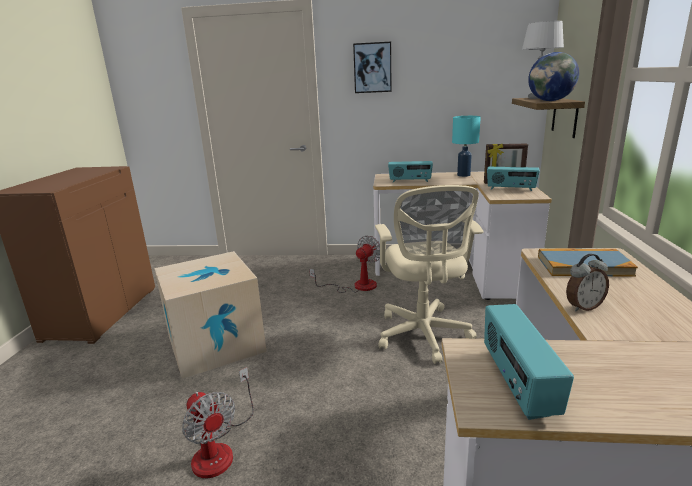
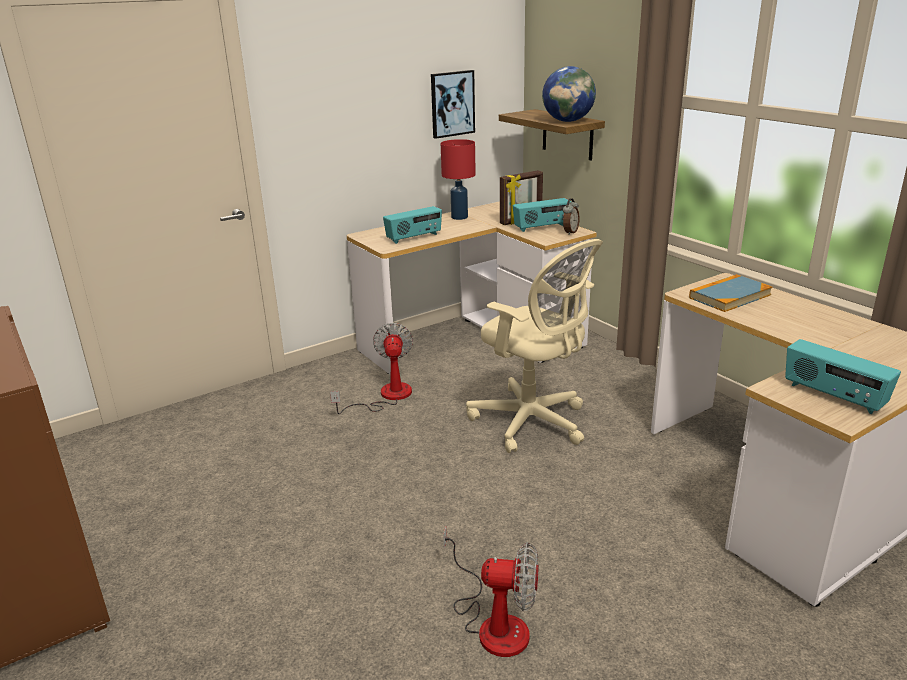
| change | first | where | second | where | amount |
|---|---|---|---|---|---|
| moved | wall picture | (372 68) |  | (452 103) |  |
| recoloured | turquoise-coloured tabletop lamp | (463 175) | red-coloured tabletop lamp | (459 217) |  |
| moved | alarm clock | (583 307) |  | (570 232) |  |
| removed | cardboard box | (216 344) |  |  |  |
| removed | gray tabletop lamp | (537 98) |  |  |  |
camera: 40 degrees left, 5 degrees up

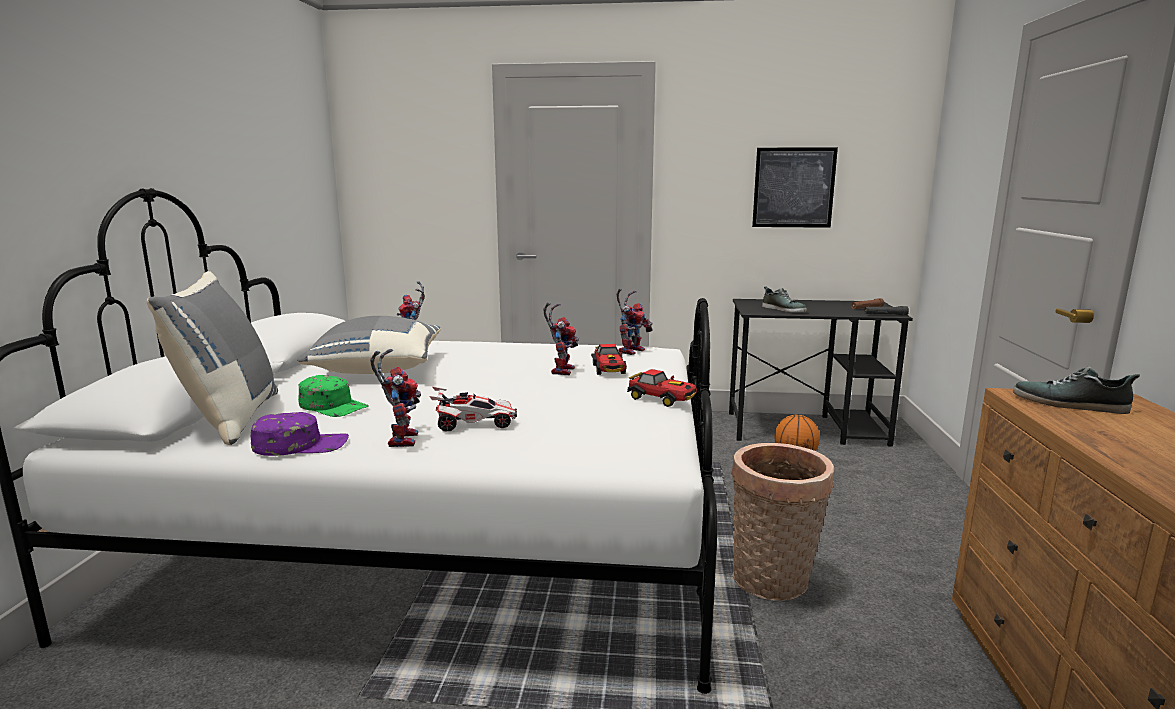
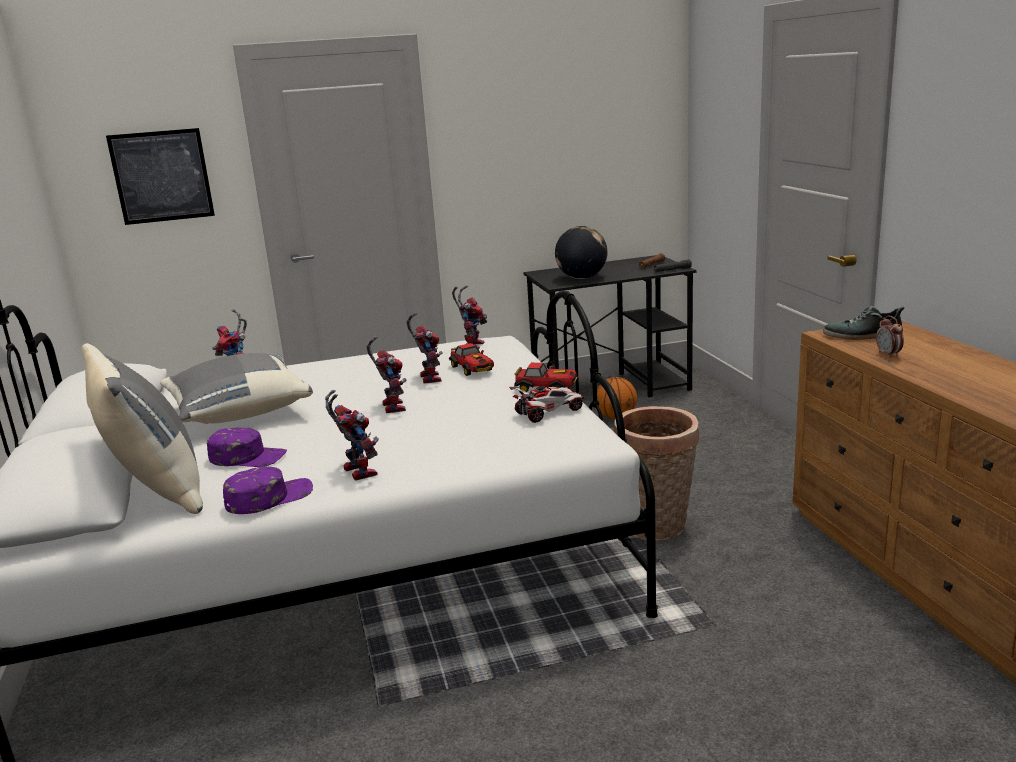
| change | first | where | second | where | amount |
|---|---|---|---|---|---|
| moved | wall picture | (793 187) |  | (162 176) |  |
| recoloured | green-coloured cap | (333 406) | purple-coloured cap | (248 457) |  |
| added |  |  | model robot | (390 406) |  |
| moved | miniature car | (474 424) |  | (548 412) |  |
| replaced | item of footwear | (784 309) | world globe | (582 278) |  |
| added |  |  | alarm clock | (888 355) |  |
camera: 20 degrees left, 5 degrees up

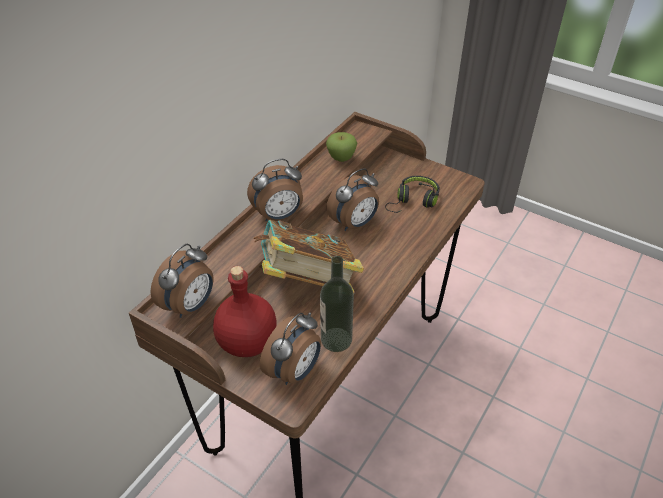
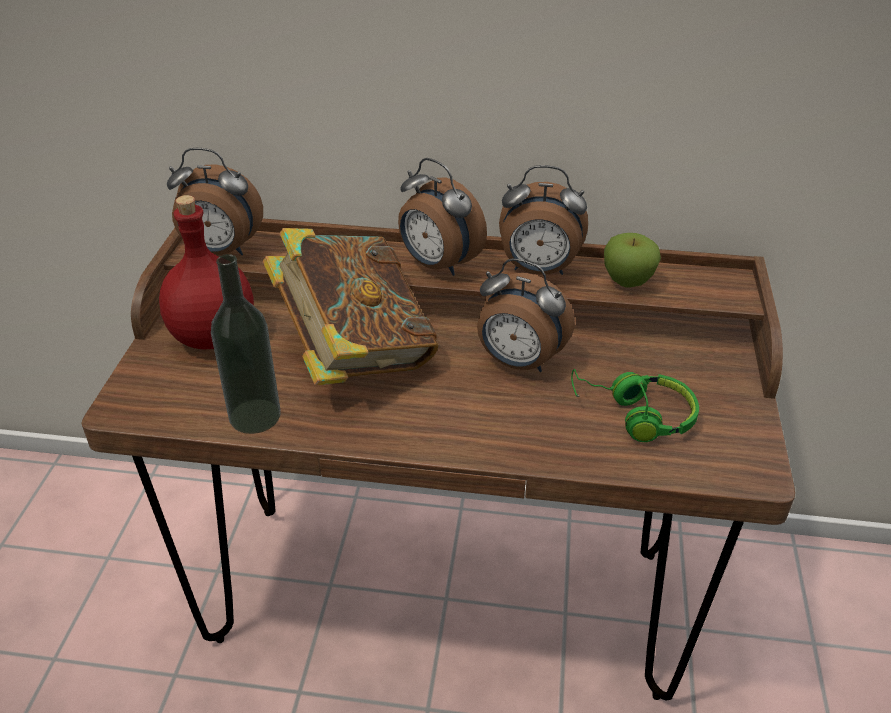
| change | first | where | second | where | amount |
|---|---|---|---|---|---|
| moved | alarm clock | (294 371) |  | (538 270) |  |
| recoloured | blackish headset | (413 201) | green-coloured headset | (635 414) |  |
camera: 65 degrees right, 5 degrees down

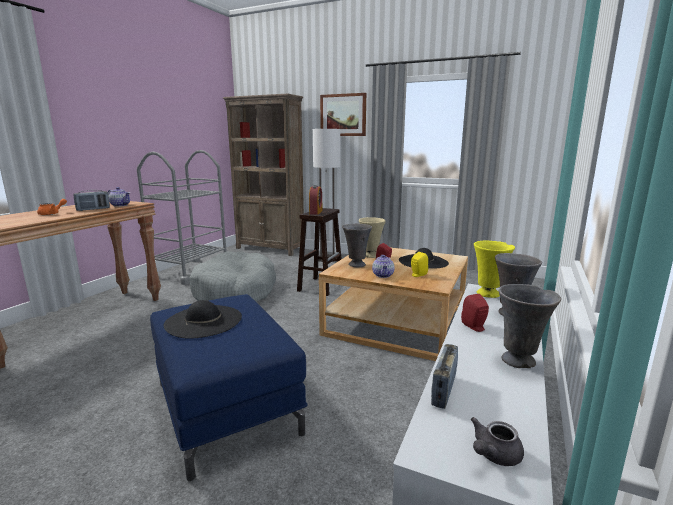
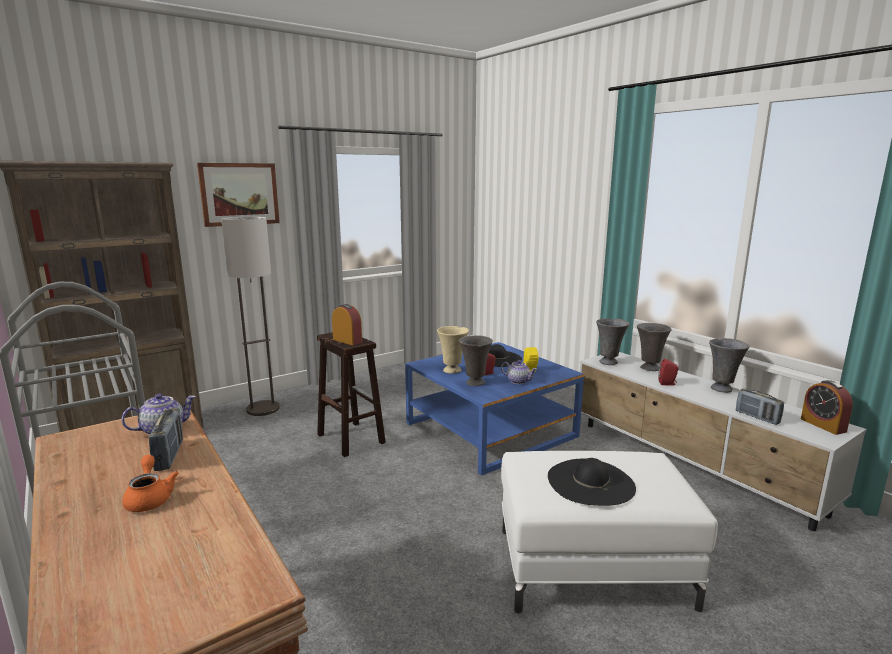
| change | first | where | second | where | amount |
|---|---|---|---|---|---|
| recoloured | beige low table | (396 322) | blue-coloured low table | (490 429) |  |
| recoloured | blue-coloured ottoman | (225 407) | white-coloured ottoman | (591 568) |  |
| recoloured | yellow vase | (488 294) | gray vase | (609 362) |  |
| replaced | gray pot for tea | (493 455) | alarm clock | (823 425) |  |
| removed | gray pet bed | (235 292) |  |  |  |
camera: 60 degrees left, 0 degrees up

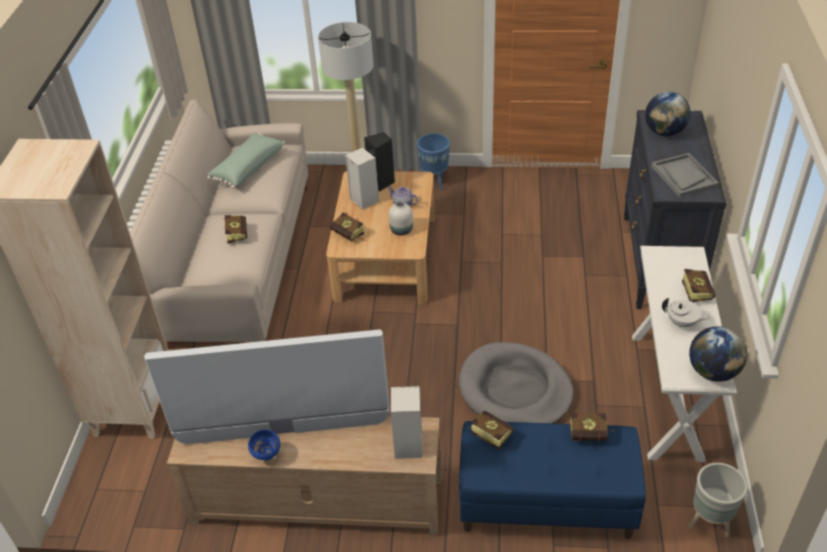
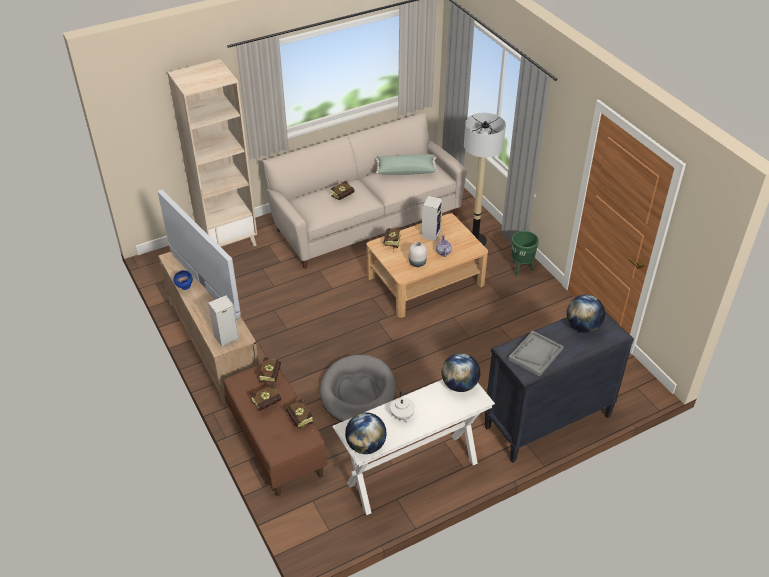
| change | first | where | second | where | amount |
|---|---|---|---|---|---|
| recoloured | blue-coloured bench | (545 504) | brownish bench | (276 444) |  |
| moved | book | (695 290) |  | (269 402) |  |
| added |  |  | world globe | (460 385) |  |
| recoloured | blue-coloured plant pot | (435 182) | green-coloured plant pot | (521 269) |  |
| removed | blackish speaker | (382 182) |  |  |  |
| removed | gray plant pot | (708 522) |  |  |  |
camera: 55 degrees right, 0 degrees up

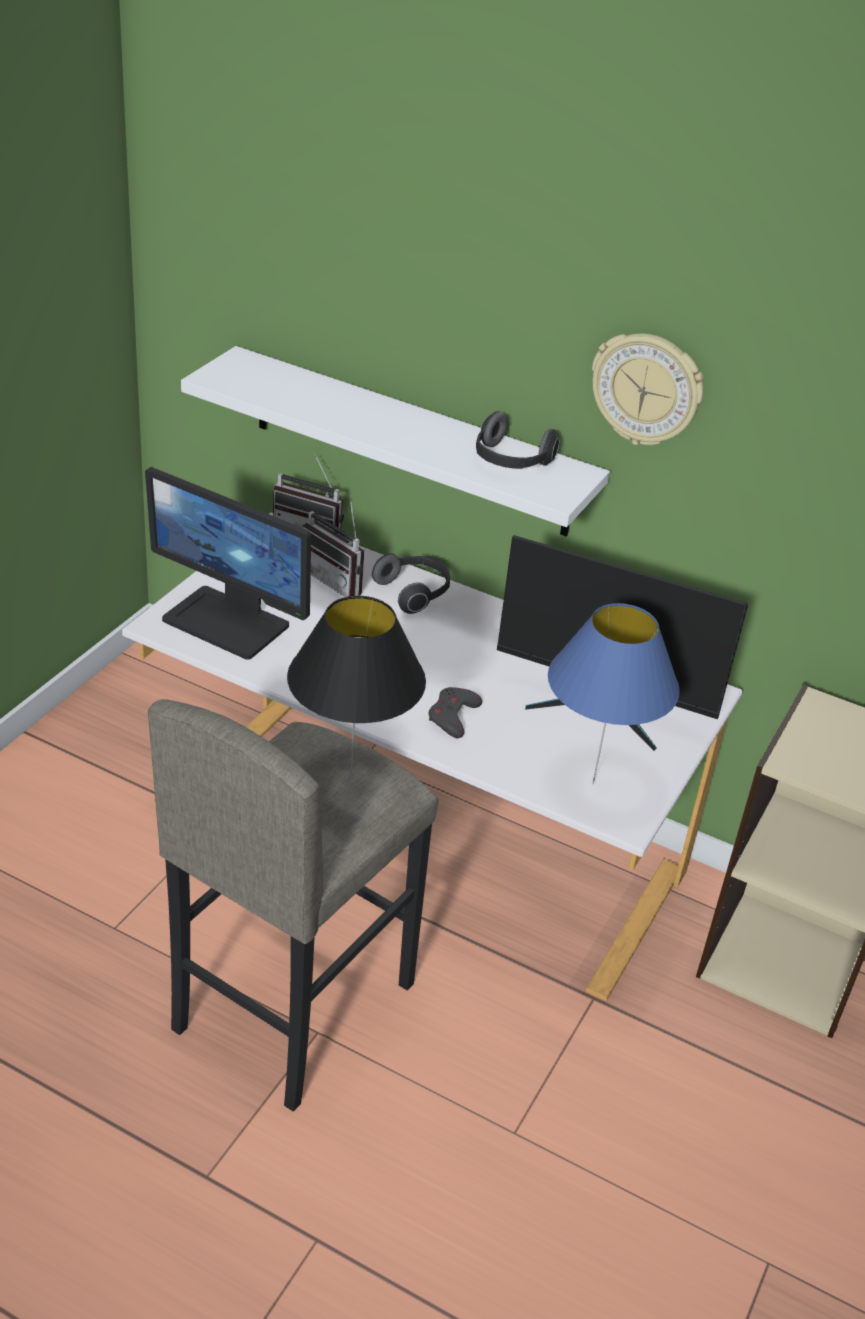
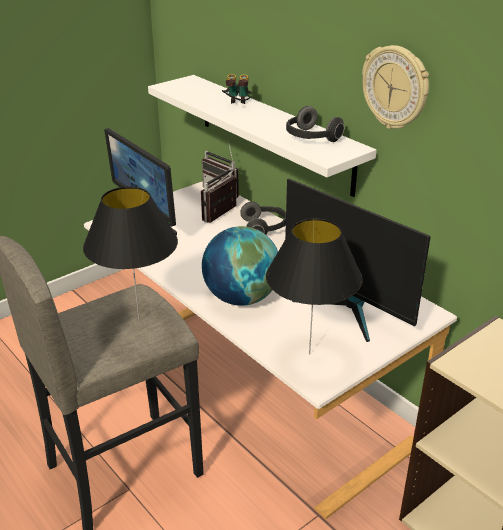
| change | first | where | second | where | amount |
|---|---|---|---|---|---|
| turned | radio receiver | (338 580) |  | (223 215) | 60 degrees clockwise |
| replaced | gray gamepad | (453 716) | world globe | (241 298) |  |
| added |  |  | pair of binoculars | (237 106) |  |
| recoloured | blue-coloured tabletop lamp | (592 783) | blackish tabletop lamp | (309 354) |  |
camera: 25 degrees right, 5 degrees down

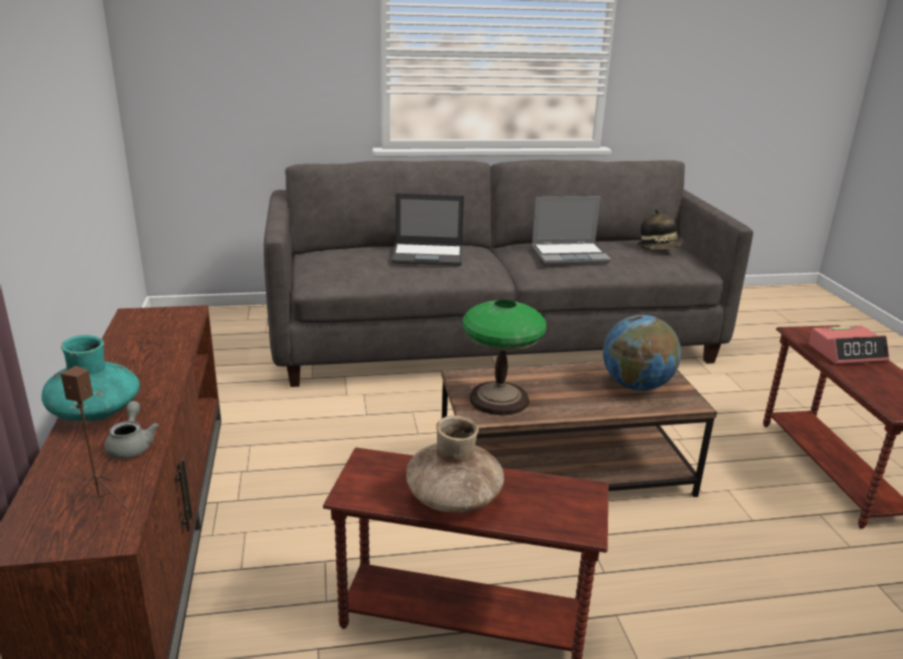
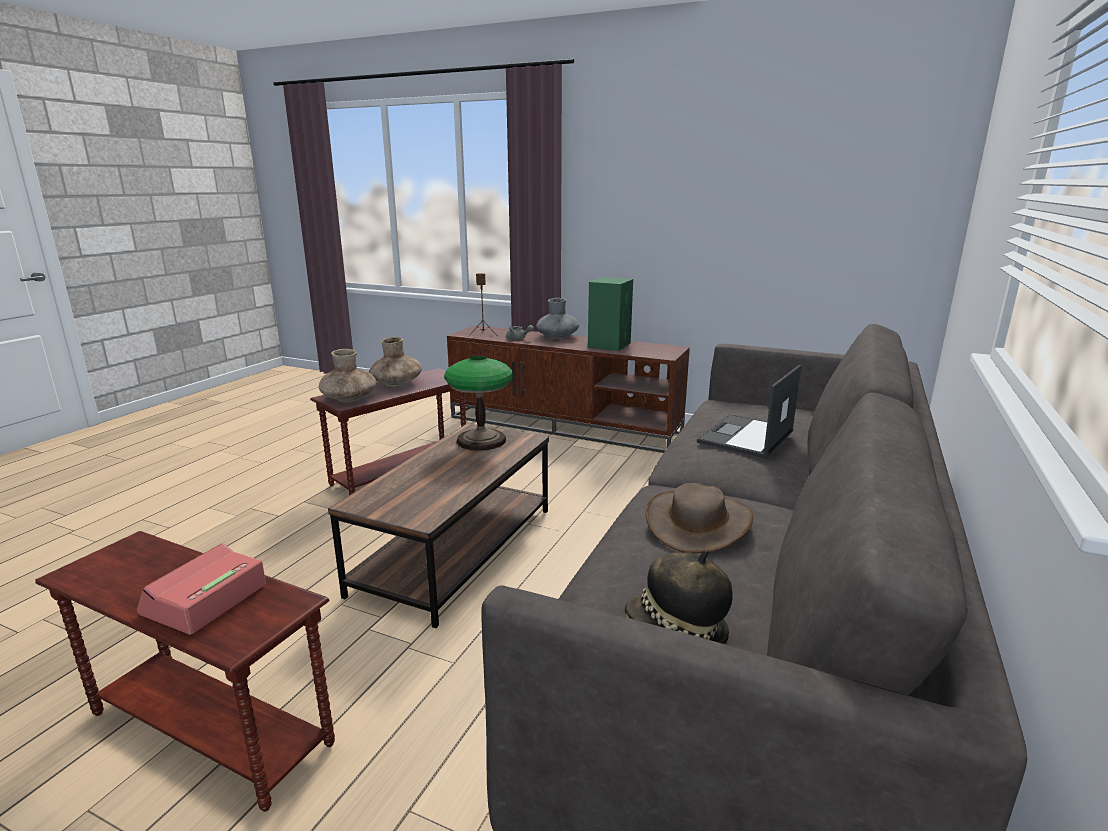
| change | first | where | second | where | amount |
|---|---|---|---|---|---|
| added |  |  | brownish vase | (349 398) |  |
| recoloured | turquoise-coloured vase | (95 412) | gray vase | (557 337) |  |
| added |  |  | green-coloured speaker | (609 345) |  |
| replaced | portable computer | (570 255) | brownish hat | (698 522) |  |
| removed | world globe | (636 385) |  |  |  |
camera: 125 degrees right, 5 degrees down

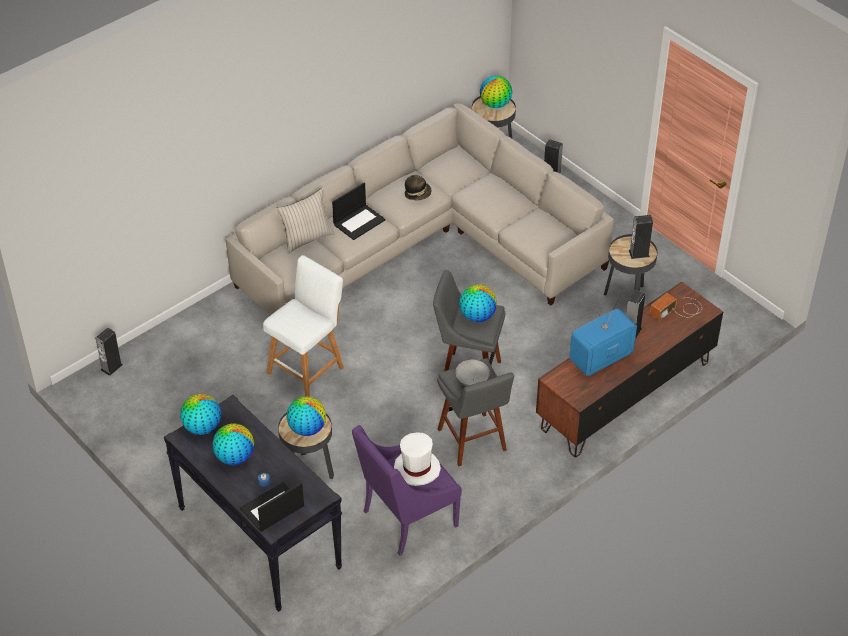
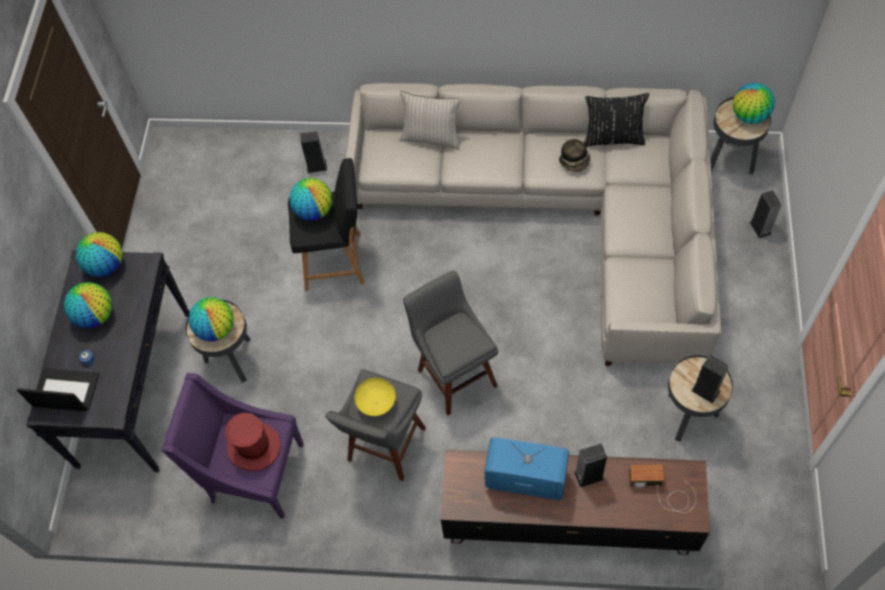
| change | first | where | second | where | amount |
|---|---|---|---|---|---|
| recoloured | white-coloured hat | (417 468) | red-coloured hat | (254 446) |  |
| recoloured | white-coloured stool seat | (308 368) | blackish stool seat | (337 261) |  |
| moved | world globe | (477 316) |  | (314 210) |  |
| moved | speaker | (111 367) |  | (316 166) |  |
| recoloured | gray serving bowl | (472 380) | yellow serving bowl | (377 402) |  |
| added |  |  | blackish throw pillow | (613 138) |  |
| removed | portable computer | (359 222) |  |  |  |
camera: 50 degrees right, 15 degrees up

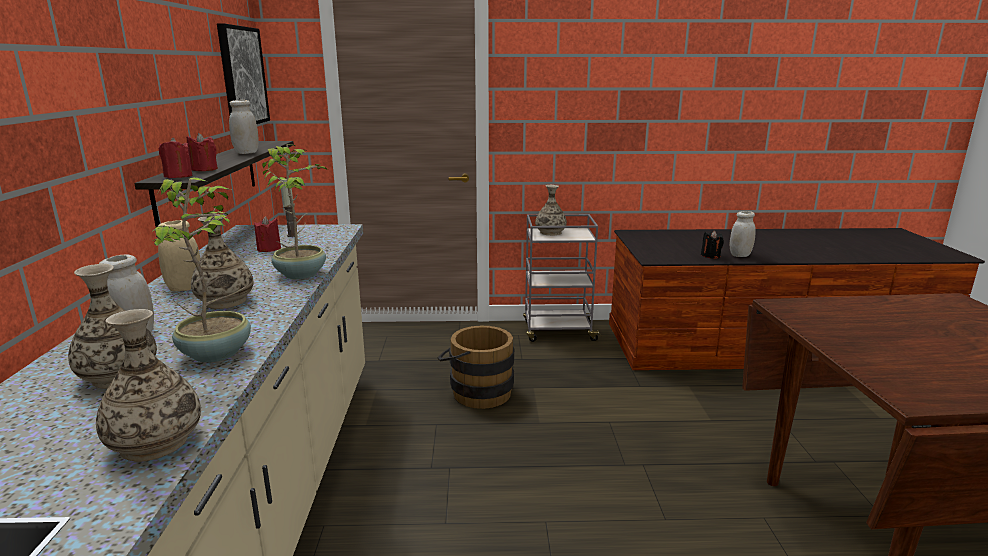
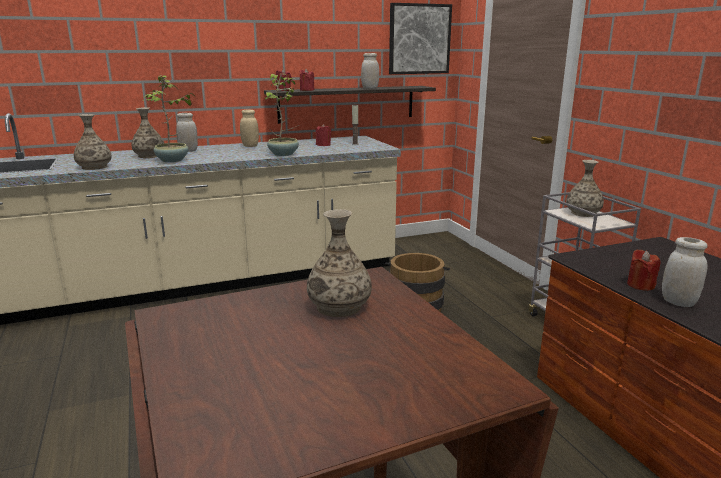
| change | first | where | second | where | amount |
|---|---|---|---|---|---|
| moved | vase | (225 301) |  | (339 306) |  |
| recoloured | blackish wax light | (710 256) | red-coloured wax light | (640 285) |  |
camera: 70 degrees right, 0 degrees up

